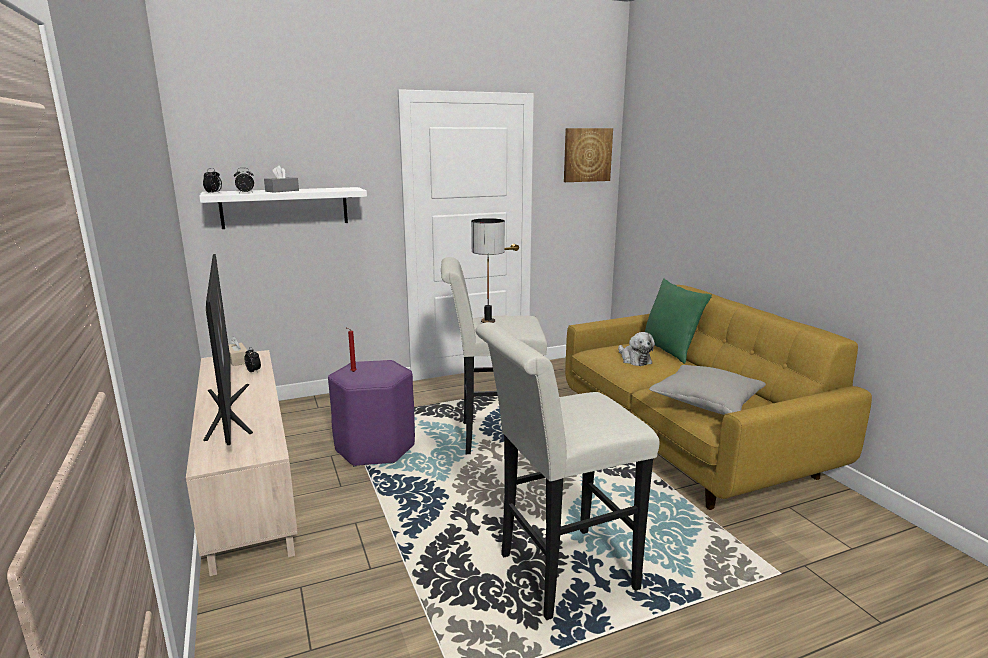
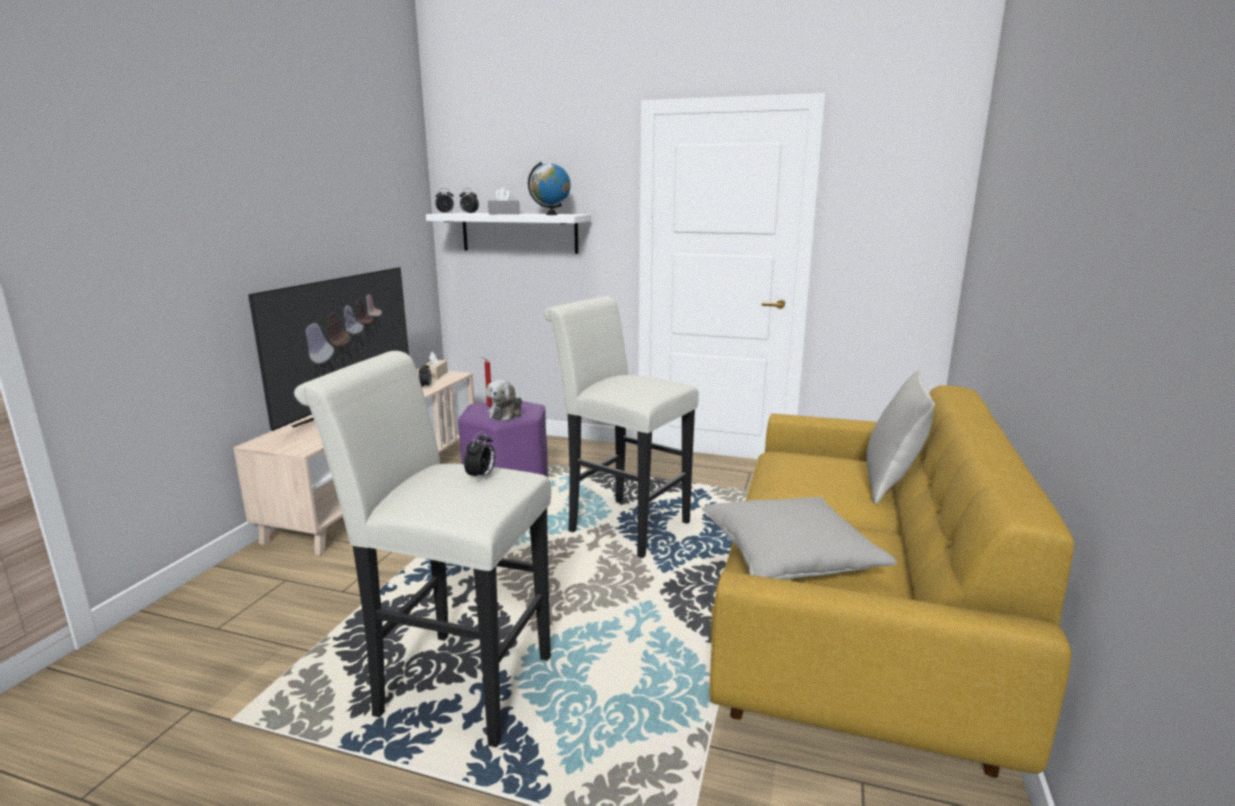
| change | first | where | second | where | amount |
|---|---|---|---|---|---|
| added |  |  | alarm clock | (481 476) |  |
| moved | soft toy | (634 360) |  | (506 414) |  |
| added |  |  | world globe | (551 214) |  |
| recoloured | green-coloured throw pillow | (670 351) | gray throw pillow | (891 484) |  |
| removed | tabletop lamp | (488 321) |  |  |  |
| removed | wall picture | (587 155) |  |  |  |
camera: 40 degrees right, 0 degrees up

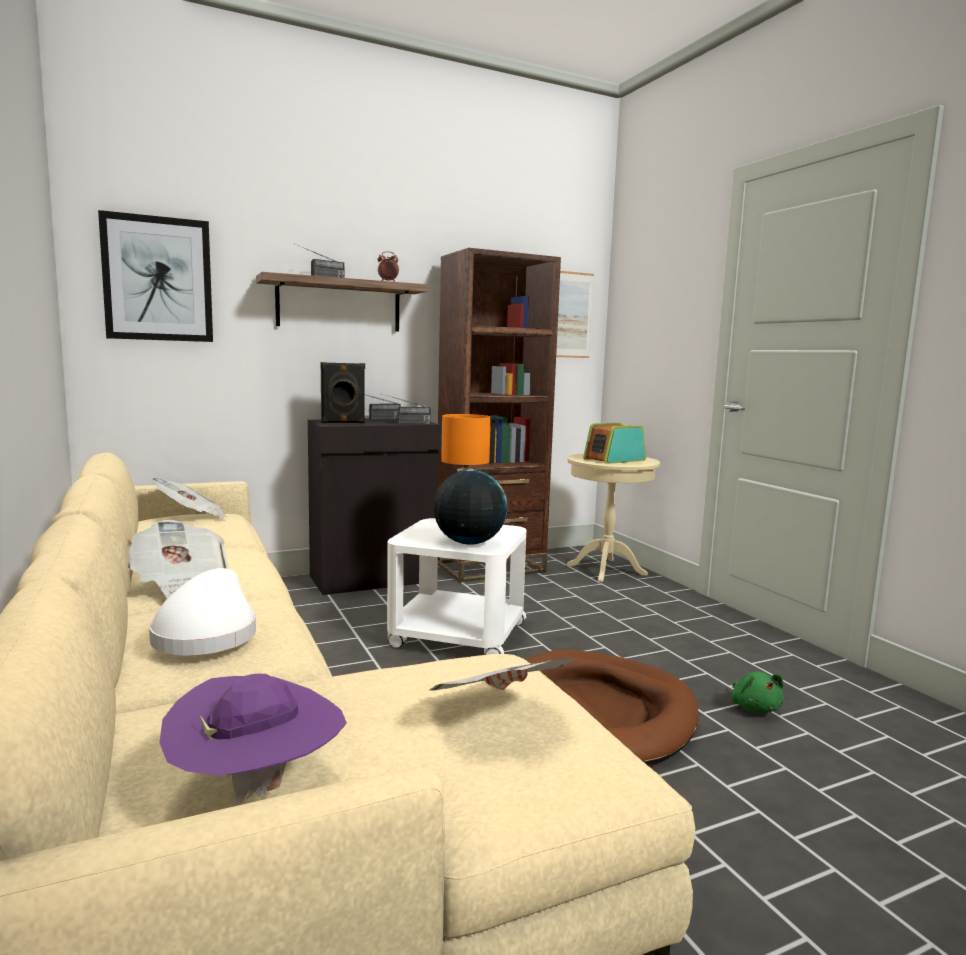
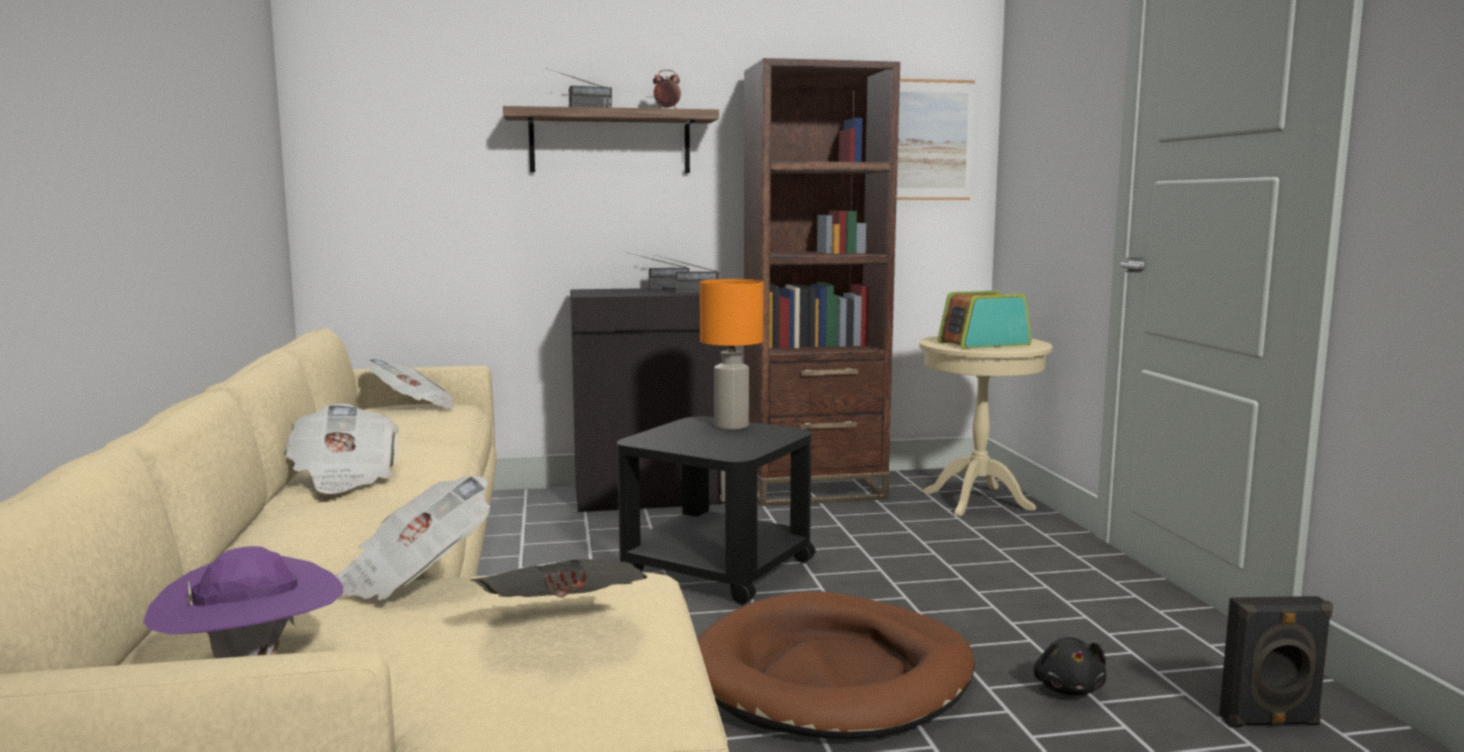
| change | first | where | second | where | amount |
|---|---|---|---|---|---|
| added |  |  | daily paper | (412 578) |  |
| recoloured | white-coloured side table | (457 634) | blackish side table | (716 568) |  |
| recoloured | green-coloured soft toy | (754 707) | blackish soft toy | (1068 688) |  |
| moved | blackish speaker | (343 423) |  | (1270 722) |  |
| removed | wall picture | (158 279) |  |  |  |
| removed | white-coloured hat | (207 634) |  |  |  |
| removed | world globe | (468 543) |  |  |  |
camera: 15 degrees right, 0 degrees up

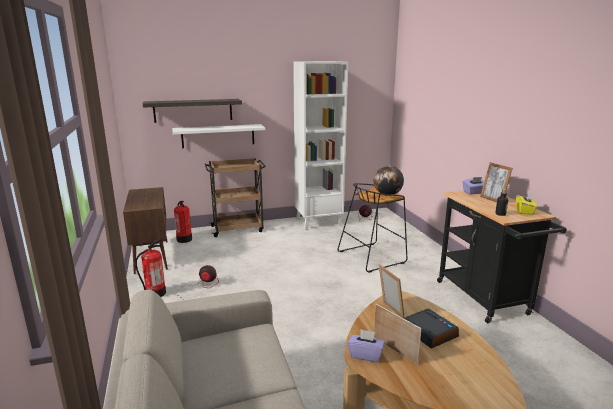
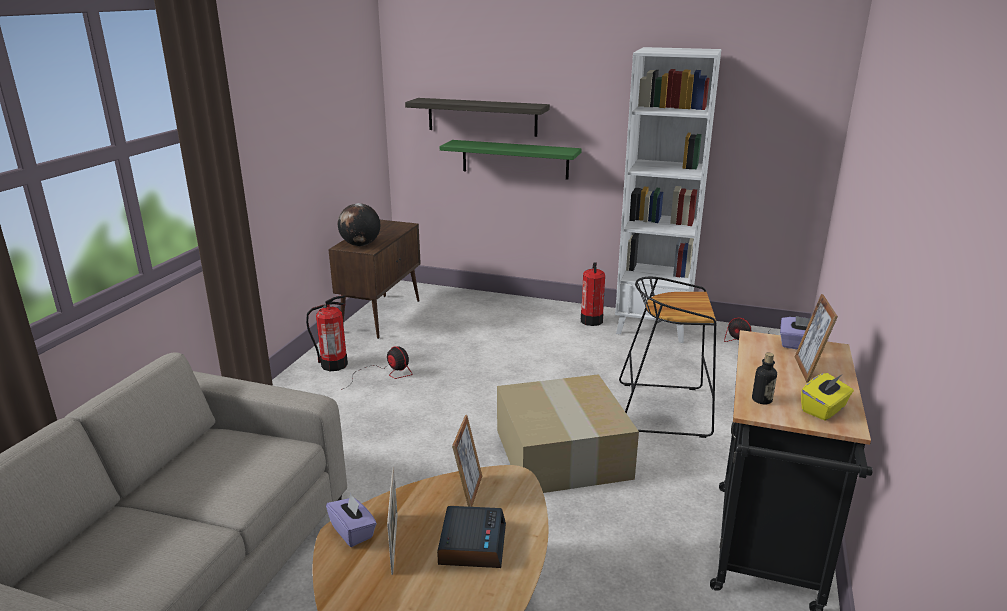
| change | first | where | second | where | amount |
|---|---|---|---|---|---|
| moved | world globe | (387 195) |  | (360 245) |  |
| recoloured | white-coloured shelf | (218 136) | green-coloured shelf | (515 159) |  |
| added |  |  | cardboard box | (564 454) |  |
| moved | extinguisher | (184 239) |  | (591 320) |  |
| removed | brownish cart | (238 229) |  |  |  |
camera: 35 degrees right, 5 degrees up

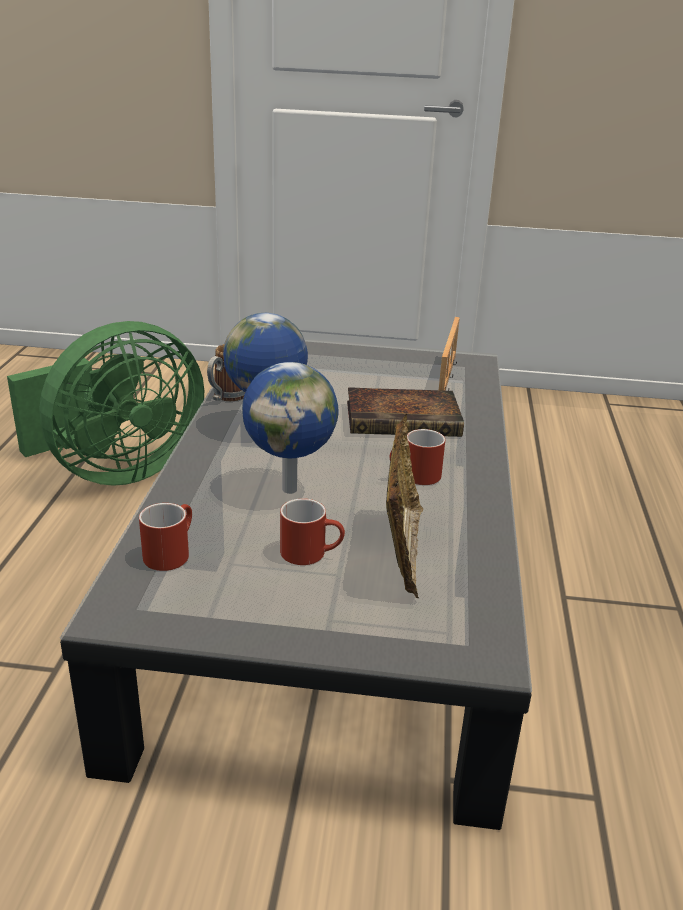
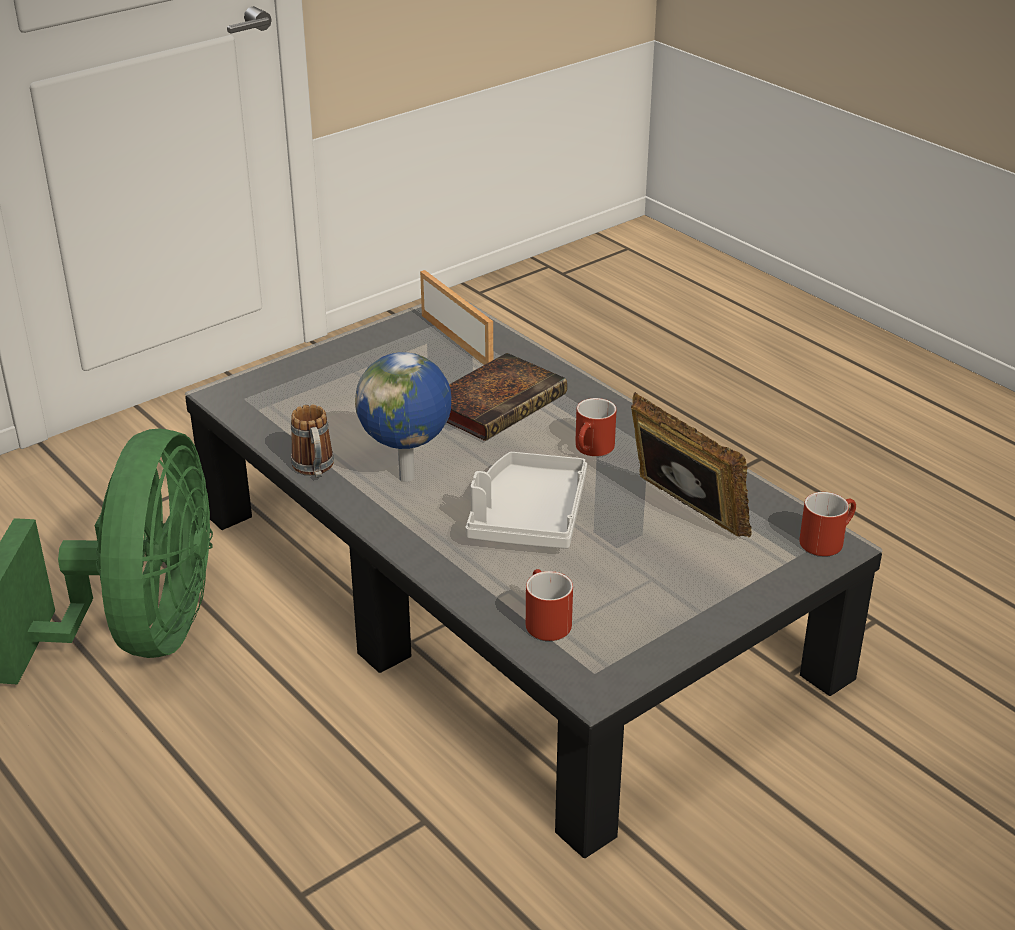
| change | first | where | second | where | amount |
|---|---|---|---|---|---|
| replaced | world globe | (290 488) | gray tray | (527 516) |  |
| moved | red-coloured coffee mug | (312 553) |  | (826 539) |  |
camera: 45 degrees left, 5 degrees up

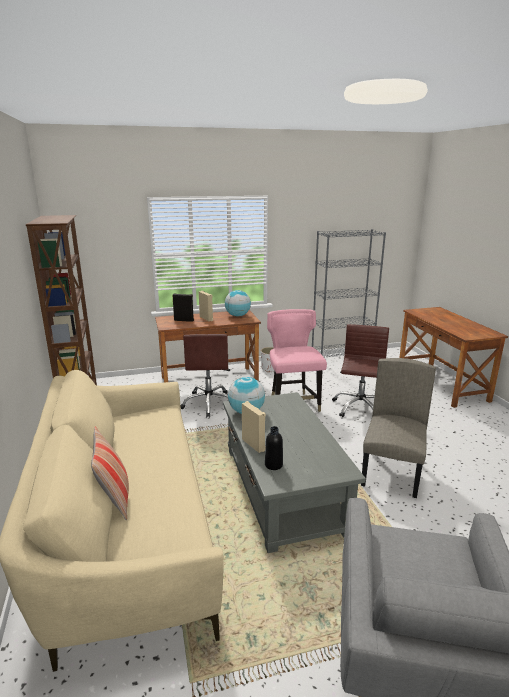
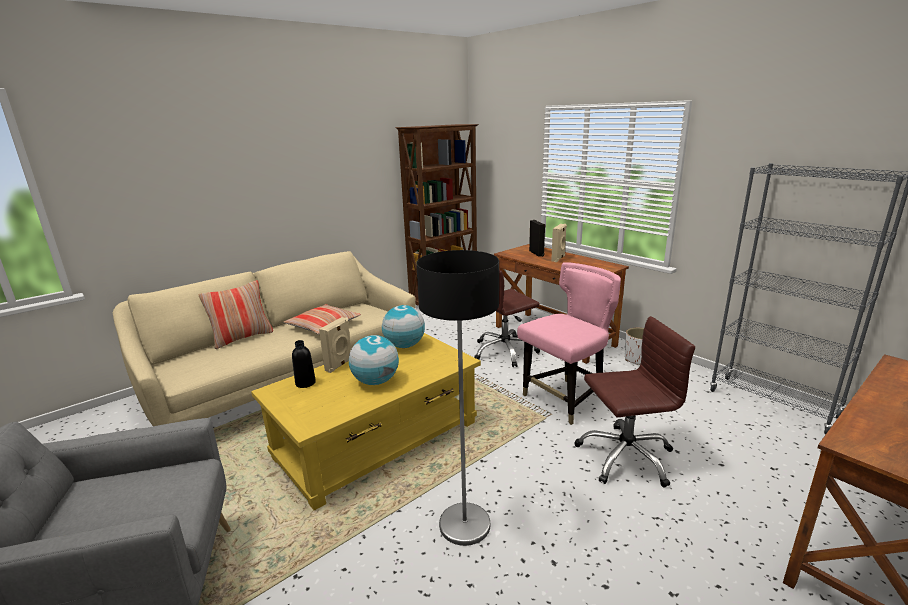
| change | first | where | second | where | amount |
|---|---|---|---|---|---|
| recoloured | gray low table | (282 488) | yellow low table | (378 440) |  |
| added |  |  | throw pillow | (323 326) |  |
| moved | world globe | (237 315) |  | (375 381) |  |
| replaced | beige chair | (392 473) | floor lamp | (465 525) |  |
camera: 65 degrees right, 0 degrees up

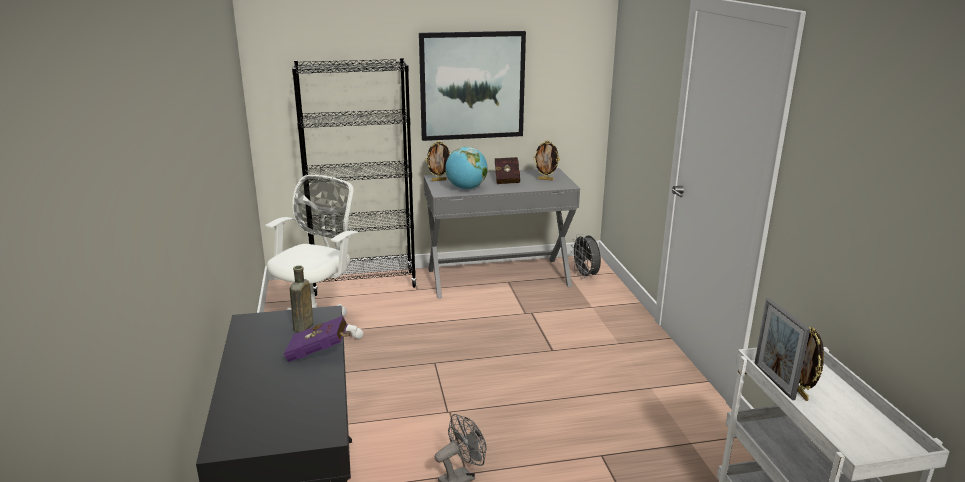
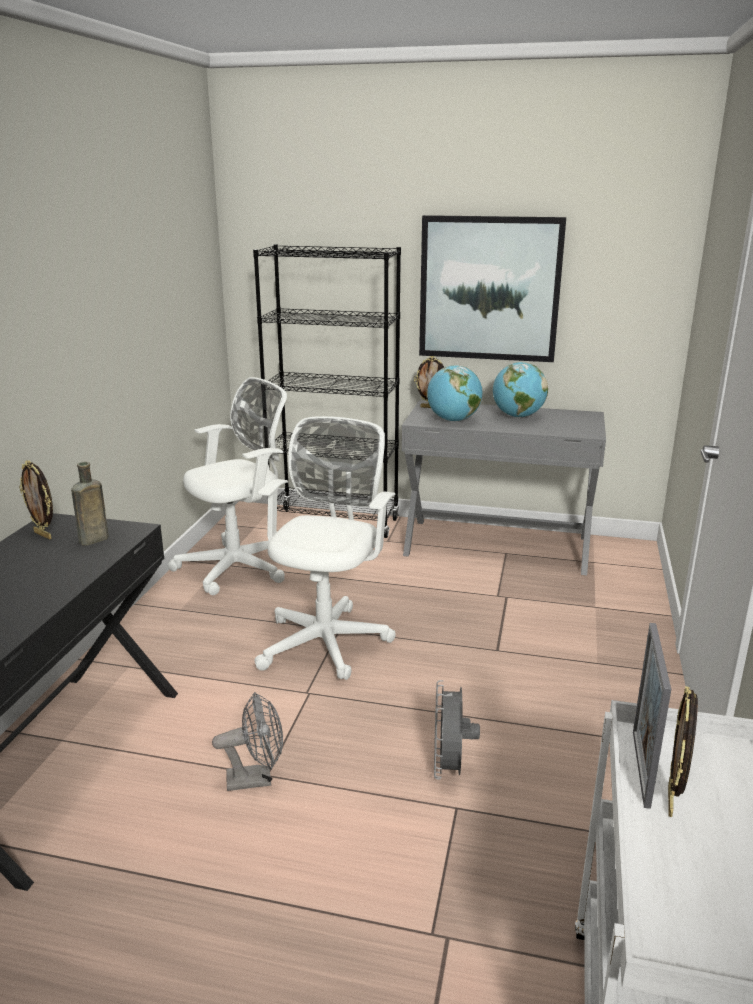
| change | first | where | second | where | amount |
|---|---|---|---|---|---|
| moved | picture frame | (545 179) |  | (44 535) |  |
| added |  |  | white-coloured desk chair | (327 640) |  |
| moved | gray fan | (585 276) |  | (449 768) |  |
| replaced | red-coloured book | (507 179) | world globe | (517 416) |  |
| removed | purple-coloured book | (320 353) |  |  |  |
camera: 25 degrees right, 0 degrees up

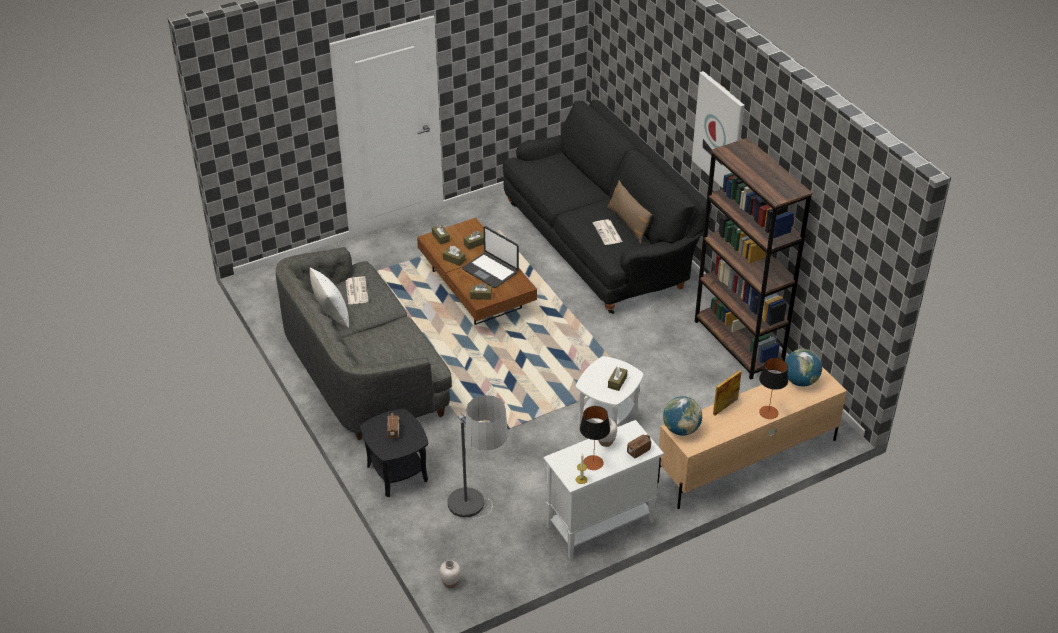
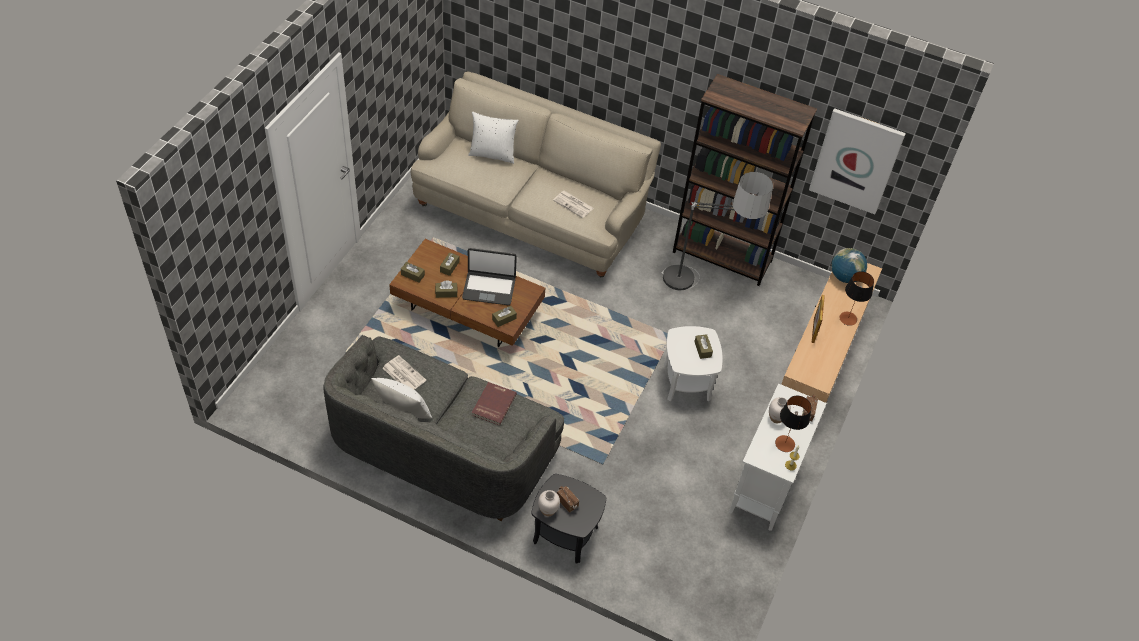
| change | first | where | second | where | amount |
|---|---|---|---|---|---|
| recoloured | blackish sofa | (599 243) | beige sofa | (531 211) |  |
| added |  |  | white-coloured throw pillow | (492 154) |  |
| added |  |  | red-coloured book | (493 404) |  |
| moved | white-coloured vase | (450 583) |  | (548 510) |  |
| moved | floor lamp | (478 525) |  | (701 289) |  |
| moved | wall picture | (719 132) |  | (856 160) |  |
| removed | brownish throw pillow | (628 223) |  |  |  |
| removed | world globe | (681 429) |  |  |  |
camera: 40 degrees left, 10 degrees up

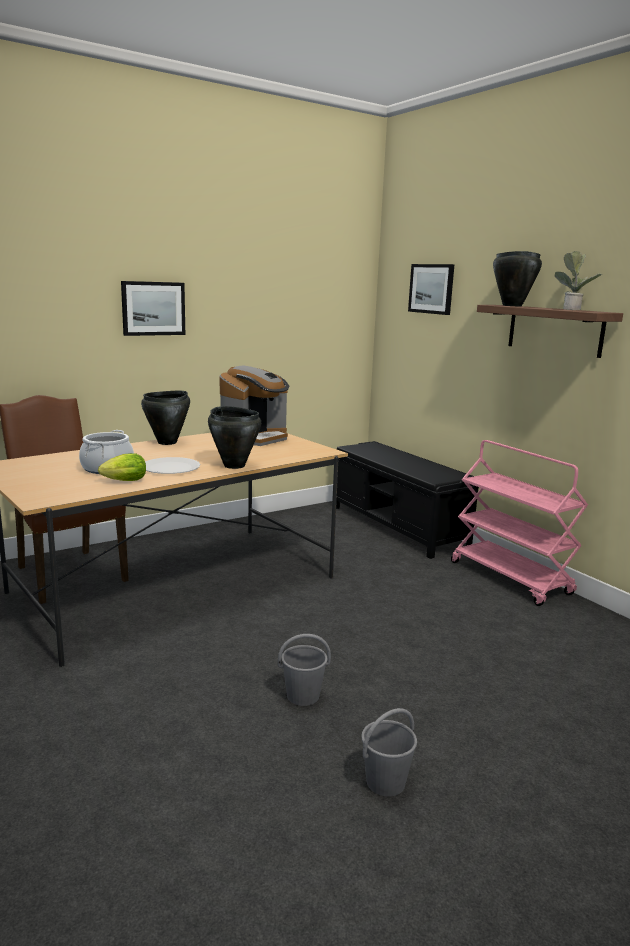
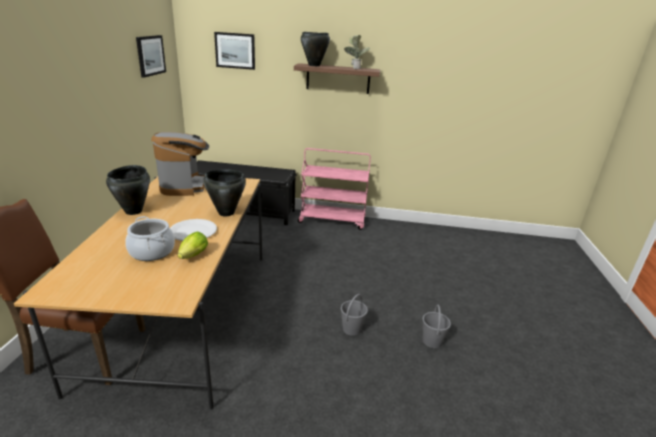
| change | first | where | second | where | amount |
|---|---|---|---|---|---|
| moved | wall picture | (153 308) |  | (150 55) |  |
camera: 50 degrees left, 10 degrees up

